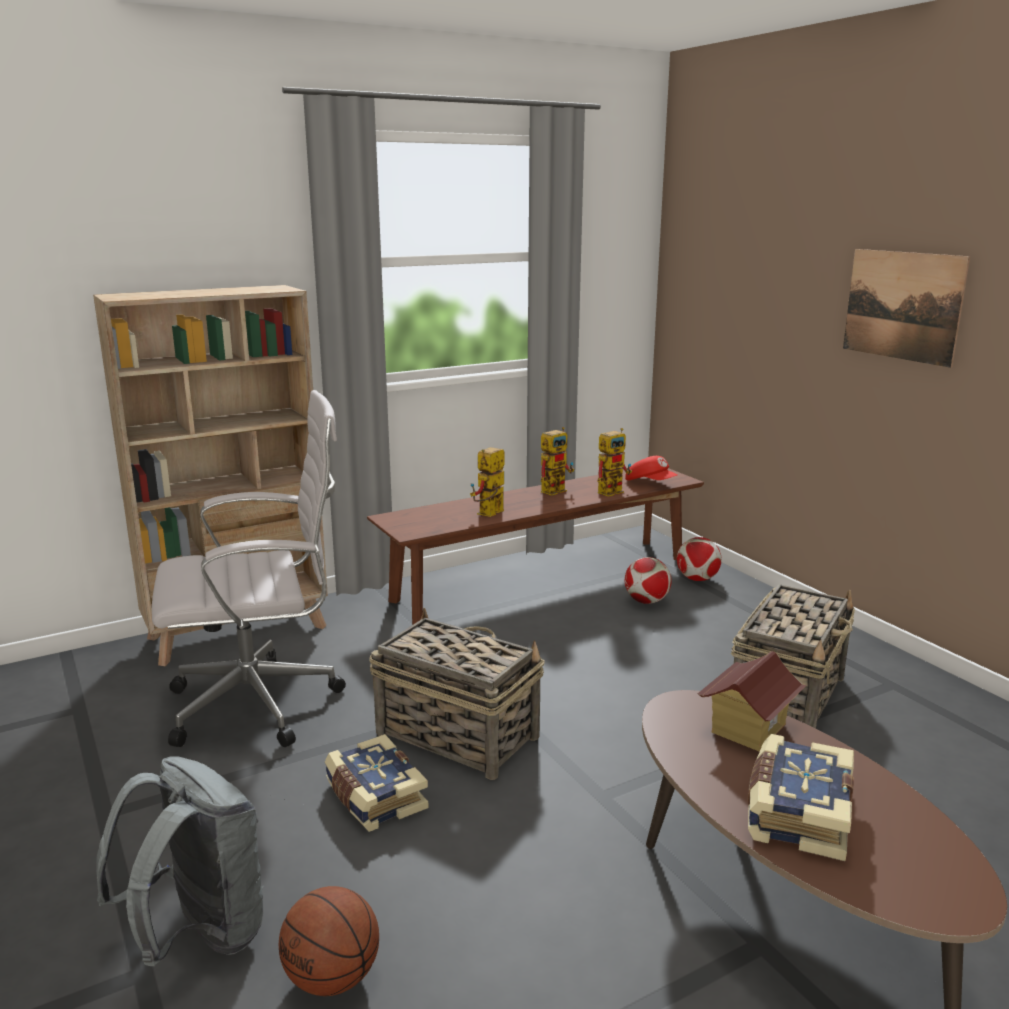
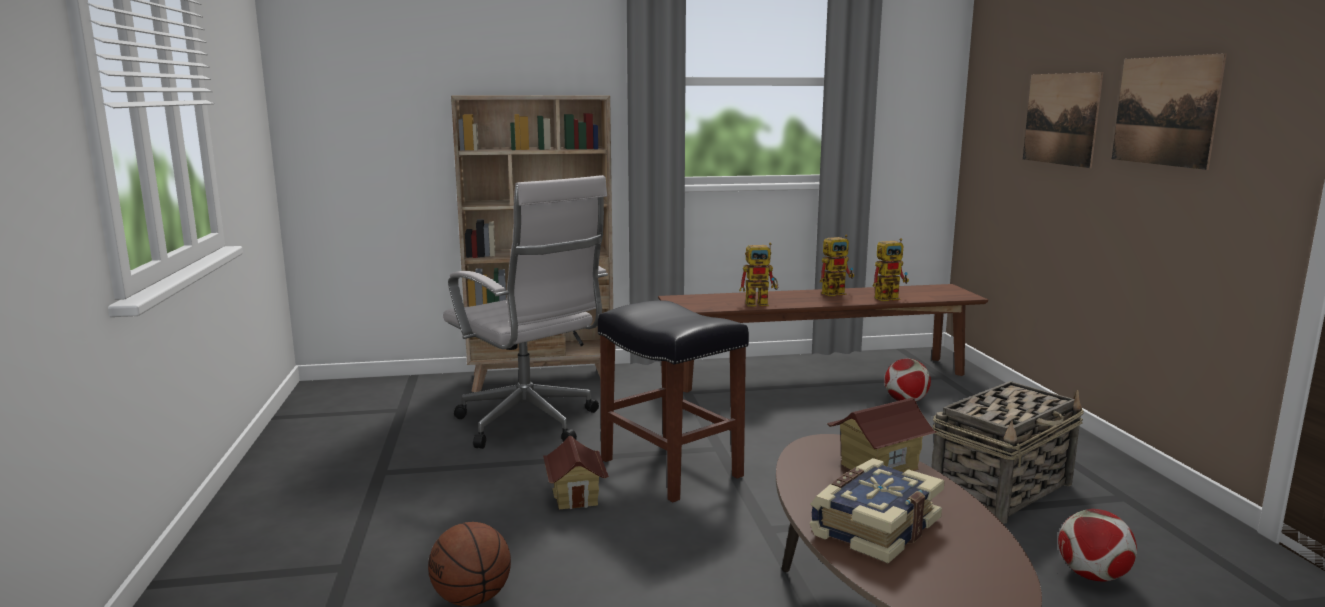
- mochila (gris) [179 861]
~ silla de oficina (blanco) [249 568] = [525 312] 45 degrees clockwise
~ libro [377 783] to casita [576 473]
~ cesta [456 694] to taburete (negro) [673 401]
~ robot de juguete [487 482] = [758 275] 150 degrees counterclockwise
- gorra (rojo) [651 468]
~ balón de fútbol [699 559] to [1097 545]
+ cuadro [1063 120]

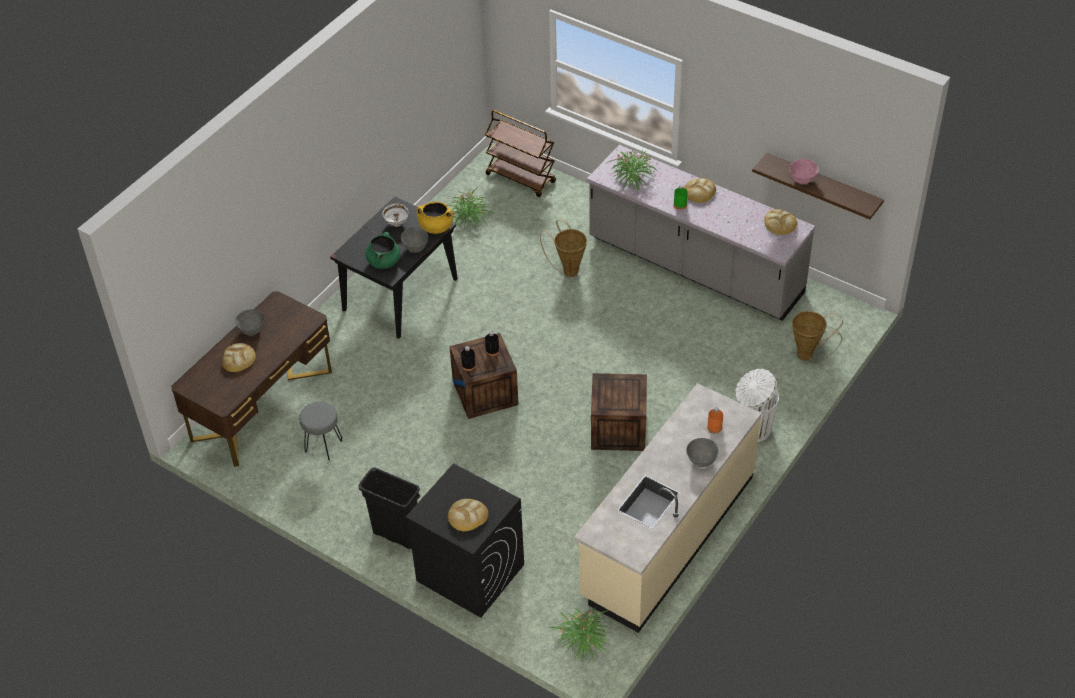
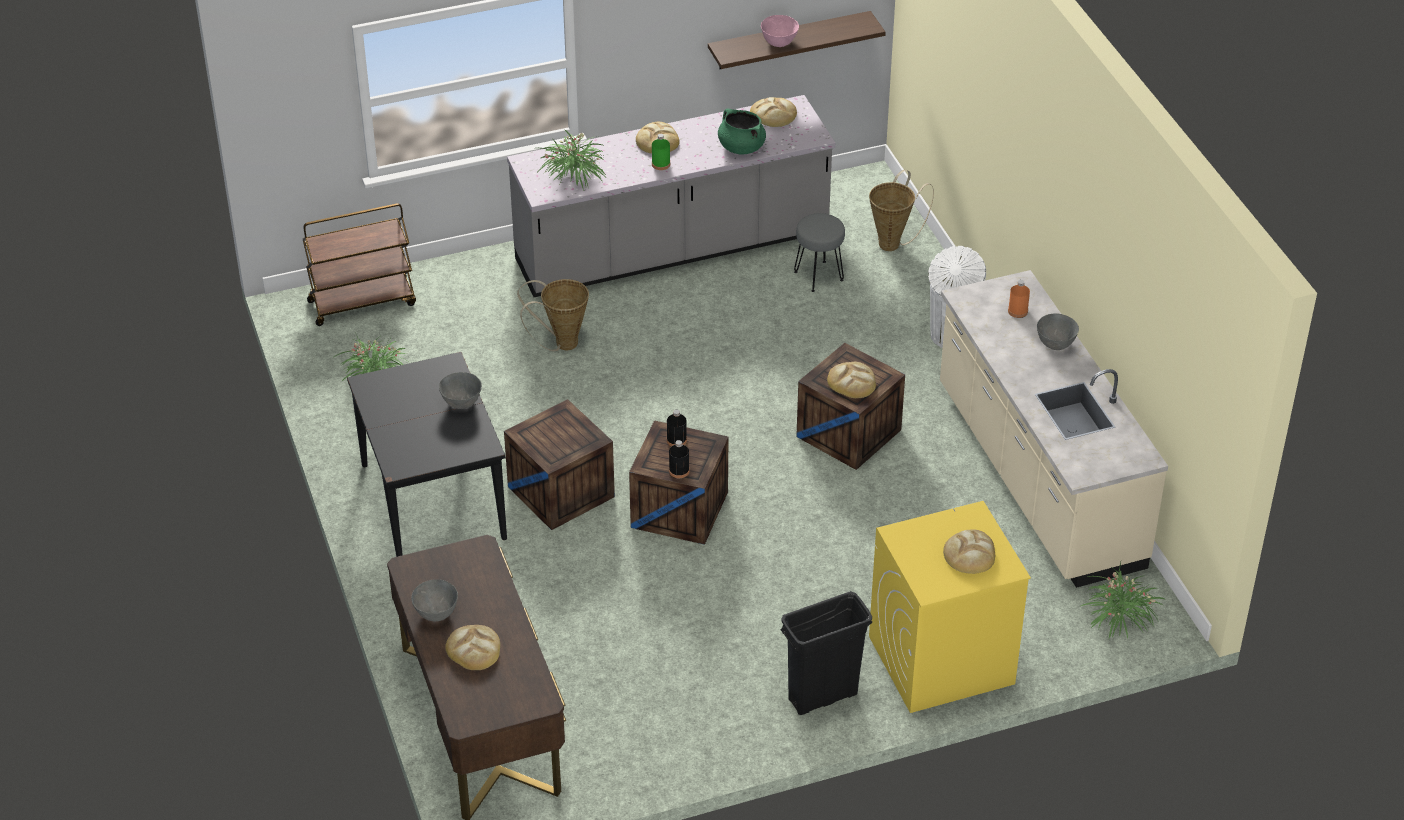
~ taburete (gris) [321 431] to [819 252]
~ olla (verde) [382 250] to [742 131]
- cuenco (blanco) [395 215]
~ lavadora (negro) [465 540] to lavadora (amarillo) [950 607]
- olla (amarillo) [434 218]
+ caja de embalaje [559 464]
+ pan [851 380]

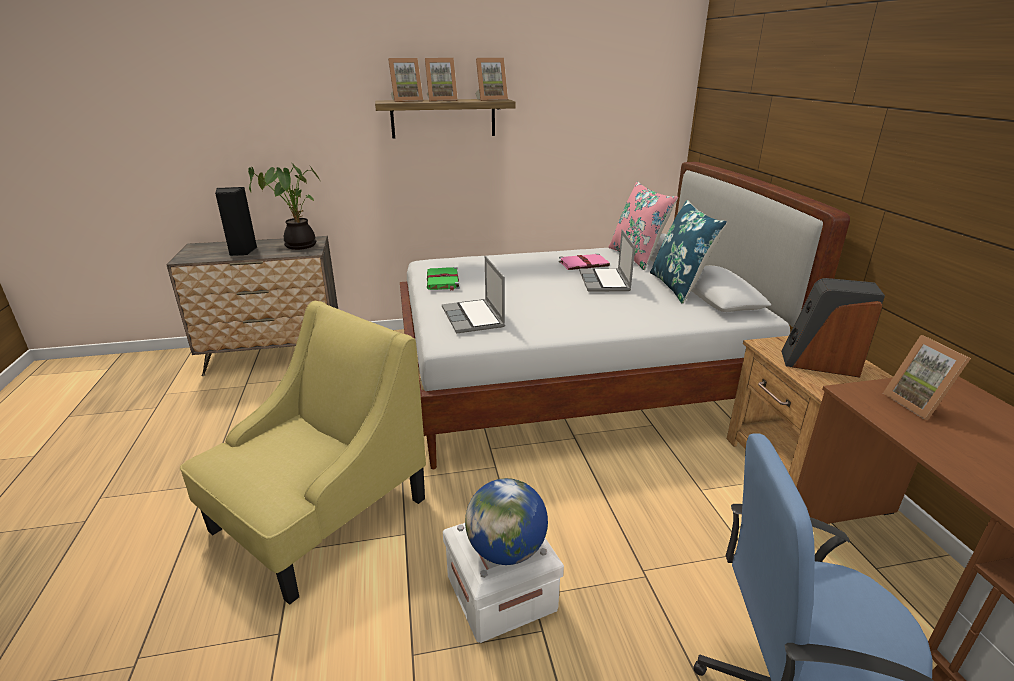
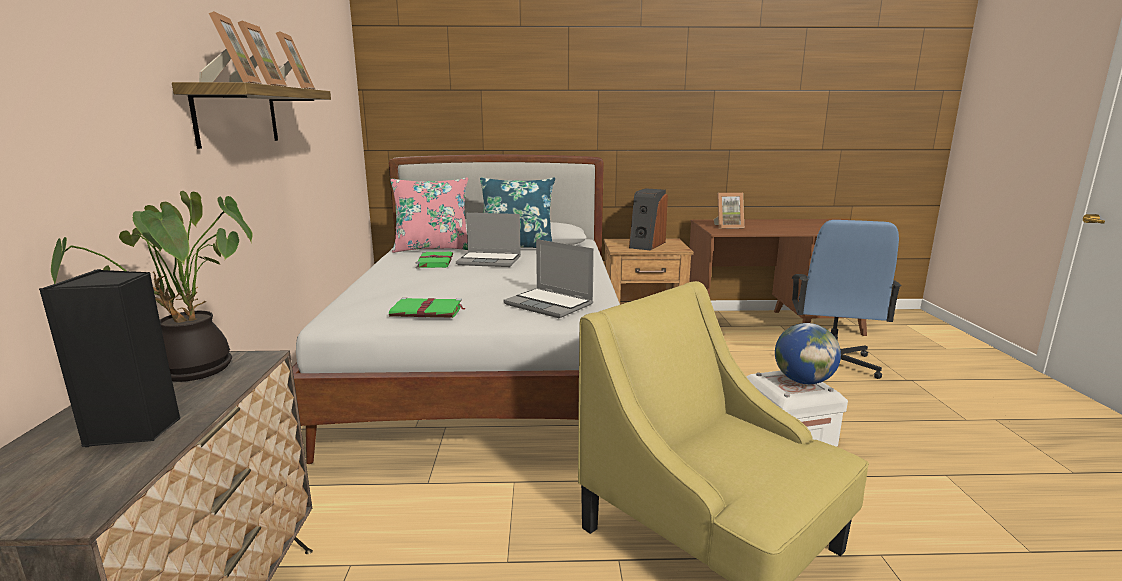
~ portátil [473 294] = [548 278] 45 degrees clockwise
~ libro (rosa) [584 261] to libro (verde) [434 259]

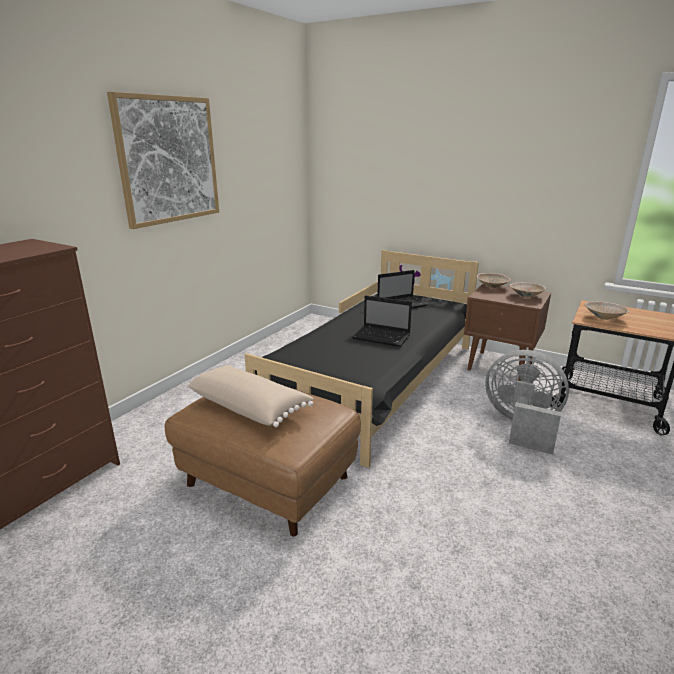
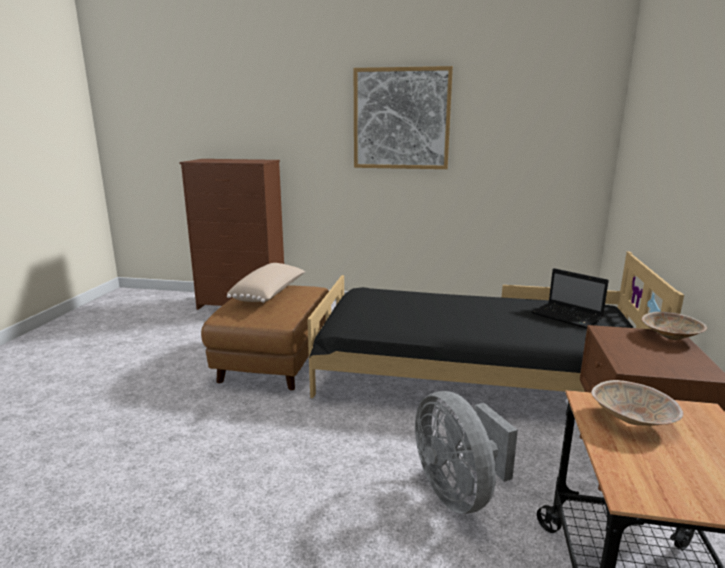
- portátil [382 321]
~ ventilador (gris) [527 402] = [466 452] 150 degrees clockwise
- cuenco (beis) [527 290]

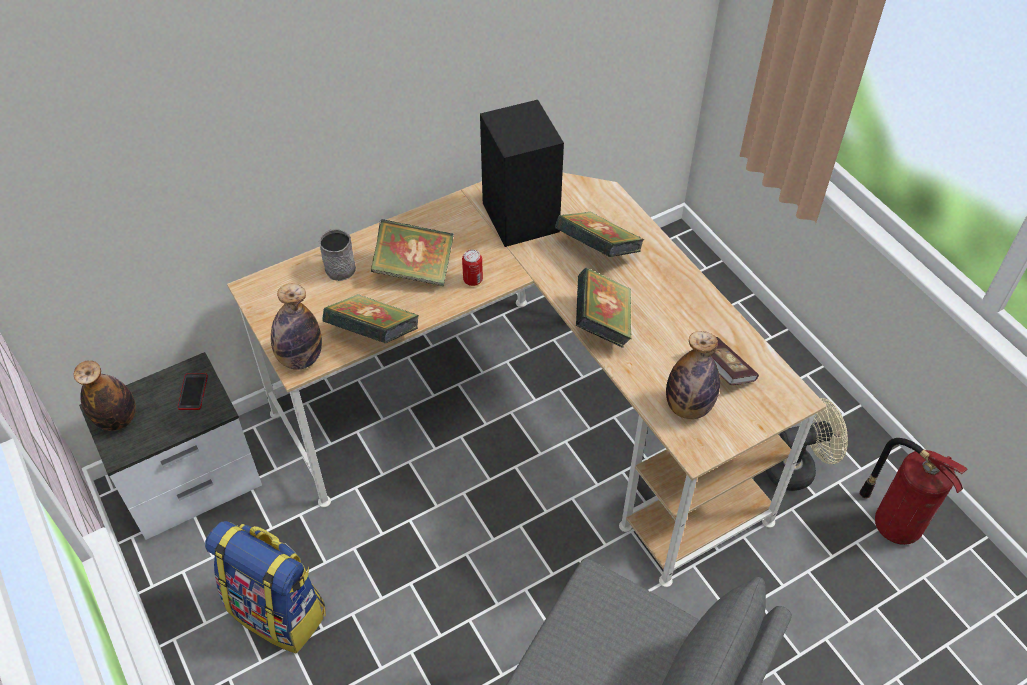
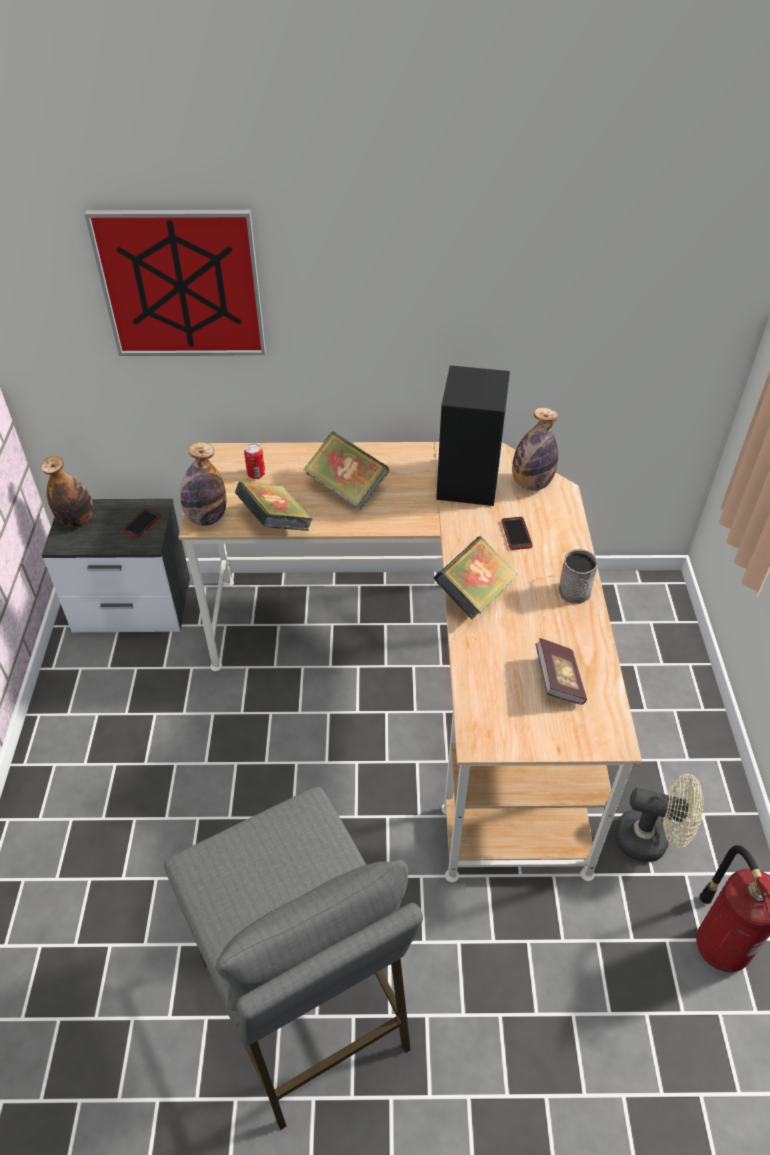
- mochila [265 587]
~ taza grande (gris) [337 255] to [578 576]
~ lata [472 267] to [254 461]
~ libro [599 234] to móvil [517 533]
~ botella [693 375] to [535 449]
+ cuadro [175 283]

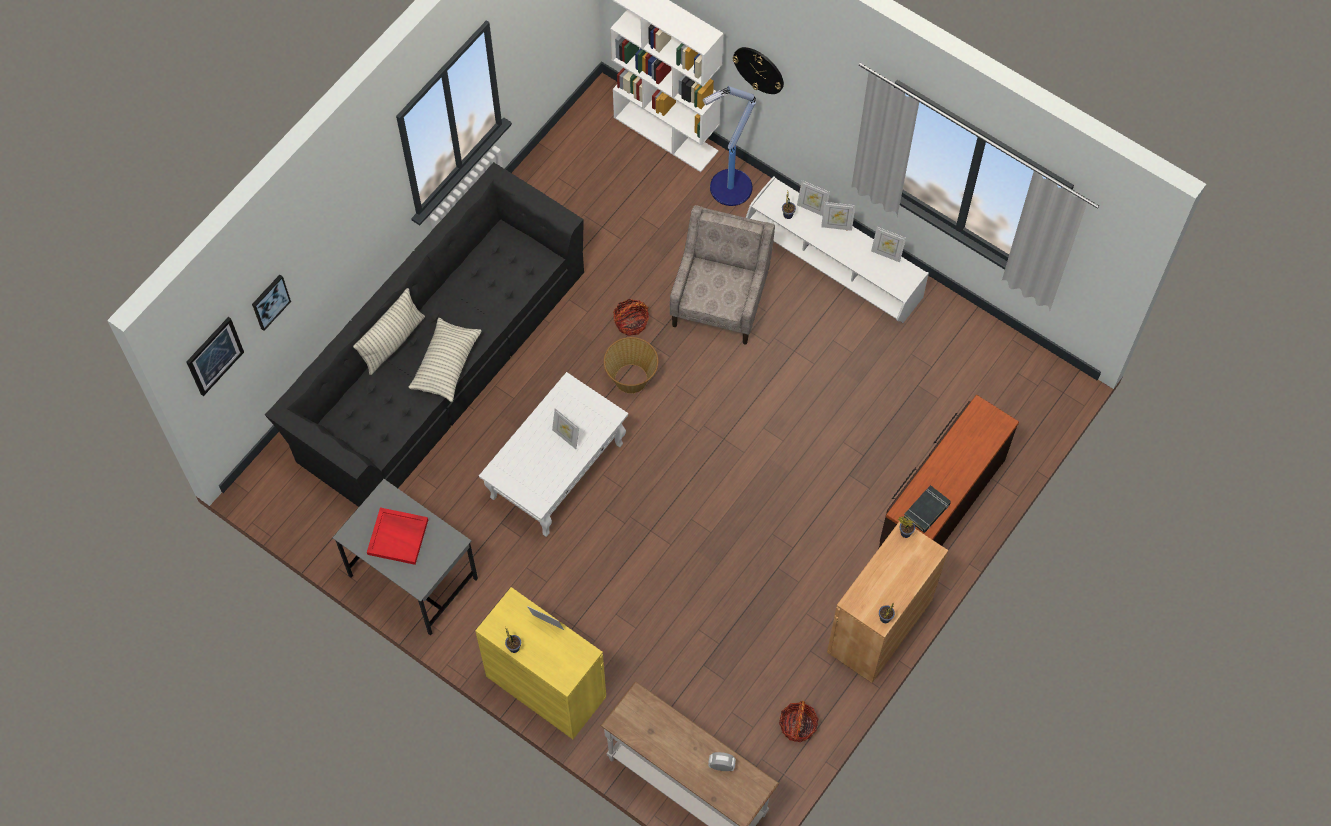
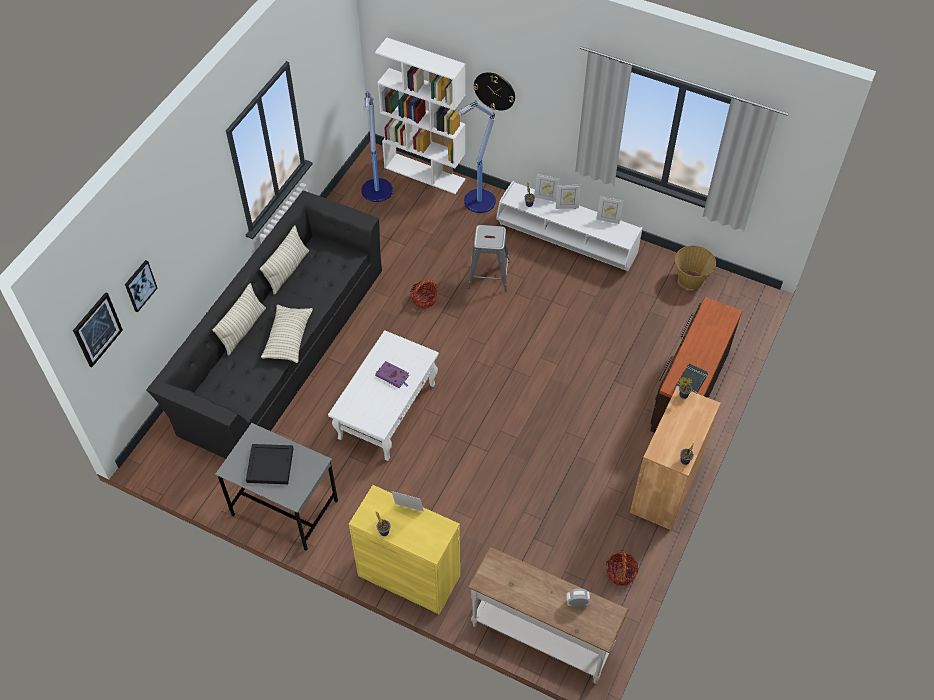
~ bandeja (rojo) [397 536] to bandeja (negro) [270 464]
~ portarretratos [565 428] to libro (morado) [392 374]
~ cesta [631 365] to [695 267]
~ sillón (beis) [722 275] to taburete (gris) [489 258]
+ cojín [284 260]
+ lámpara de pie [377 146]

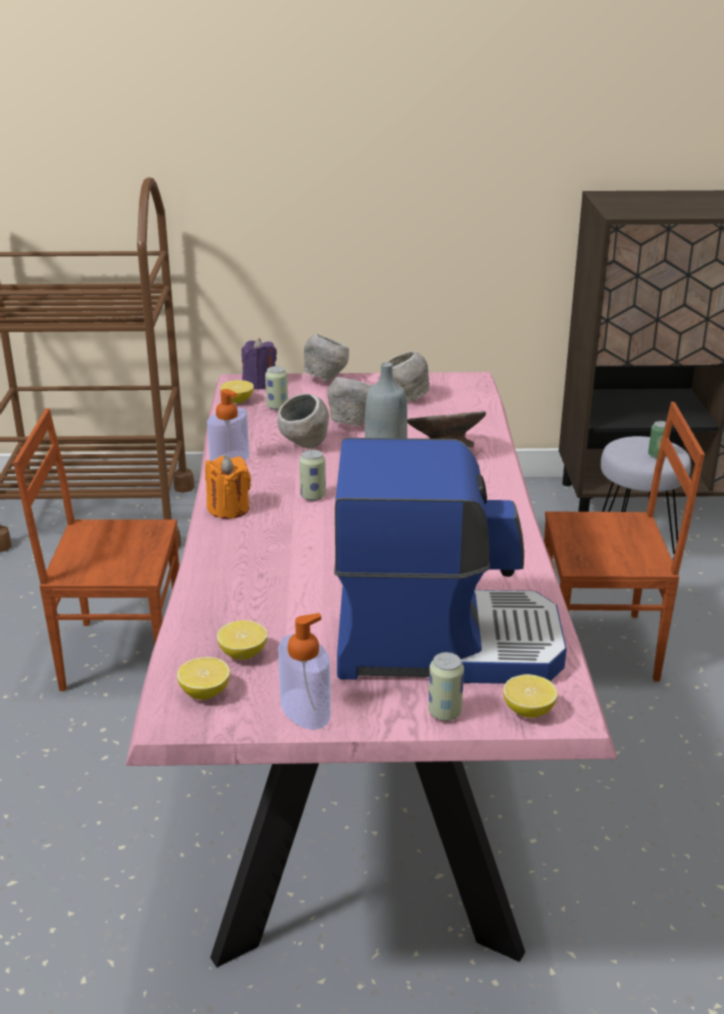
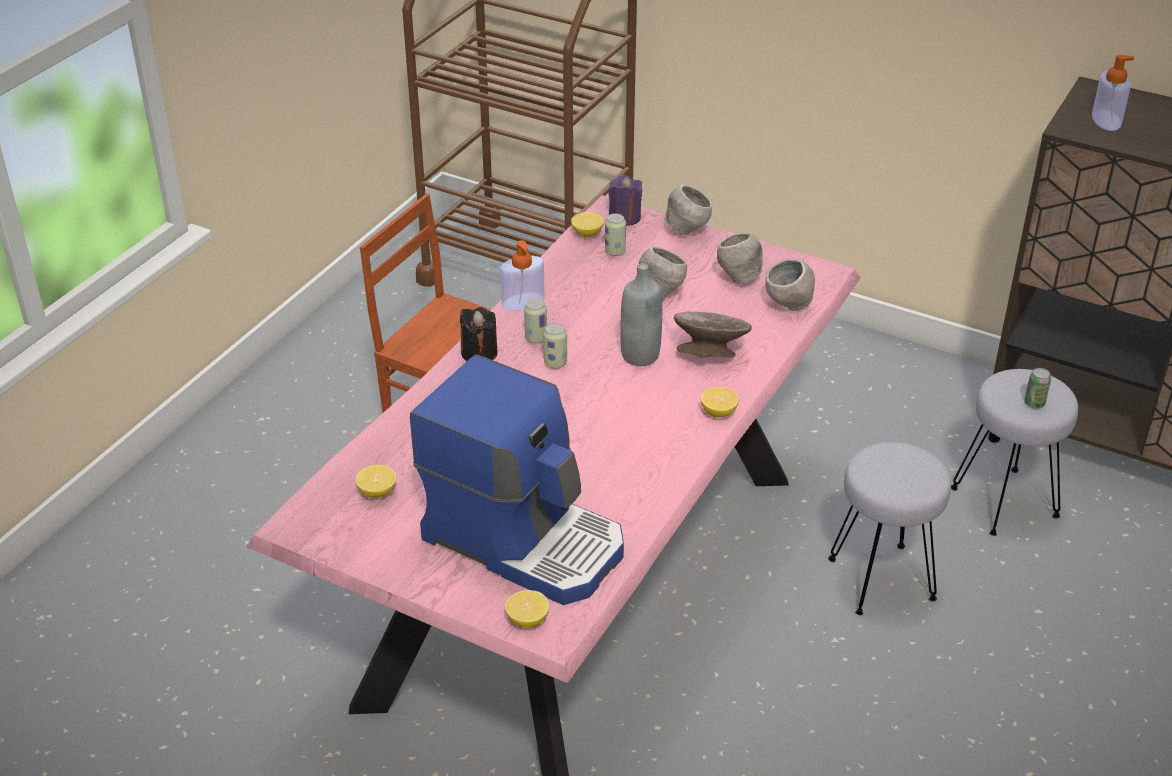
~ limón [203 678] to [720 402]
~ vela (naranja) [228 487] to vela (negro) [479 334]
~ cuenco (gris) [303 421] to [790 285]
~ dispensador de jabón [304 671] to [1113 93]
~ lata [446 686] to [535 320]
~ silla (marrón) [624 542] to taburete (gris) [889 528]

